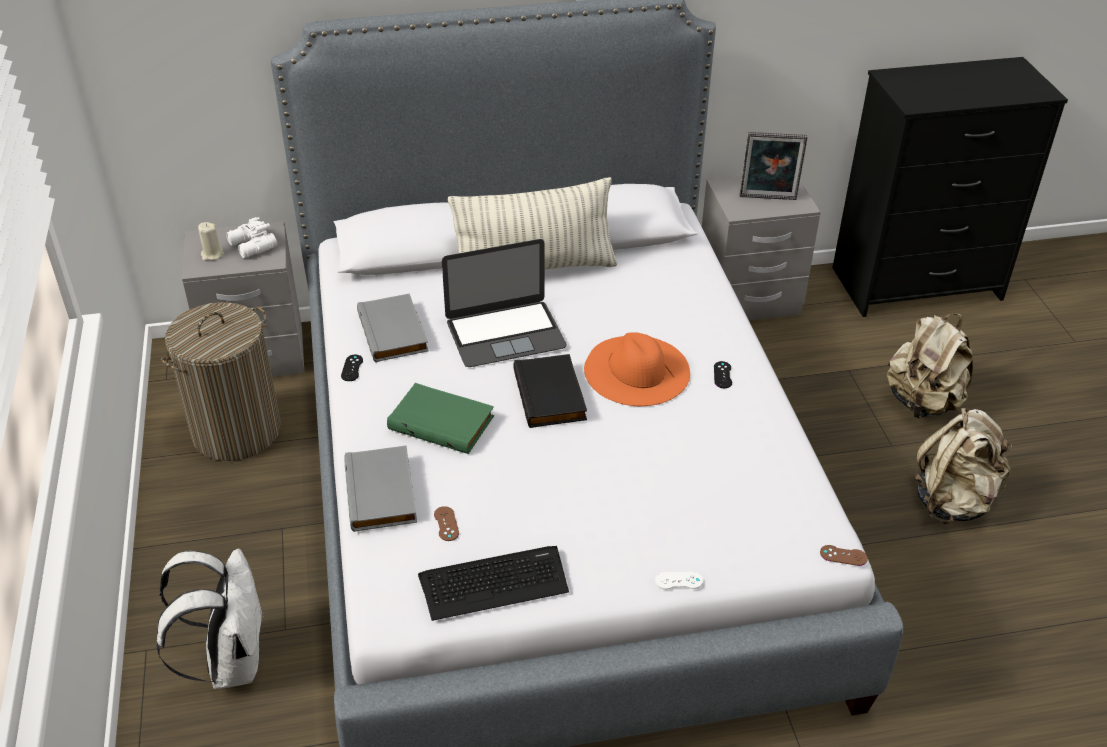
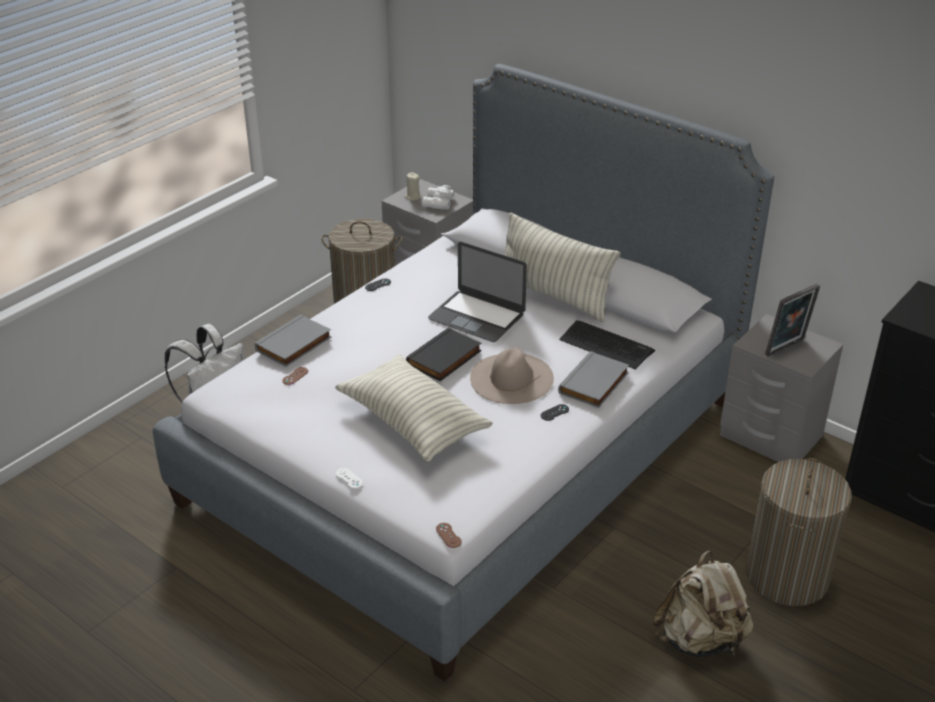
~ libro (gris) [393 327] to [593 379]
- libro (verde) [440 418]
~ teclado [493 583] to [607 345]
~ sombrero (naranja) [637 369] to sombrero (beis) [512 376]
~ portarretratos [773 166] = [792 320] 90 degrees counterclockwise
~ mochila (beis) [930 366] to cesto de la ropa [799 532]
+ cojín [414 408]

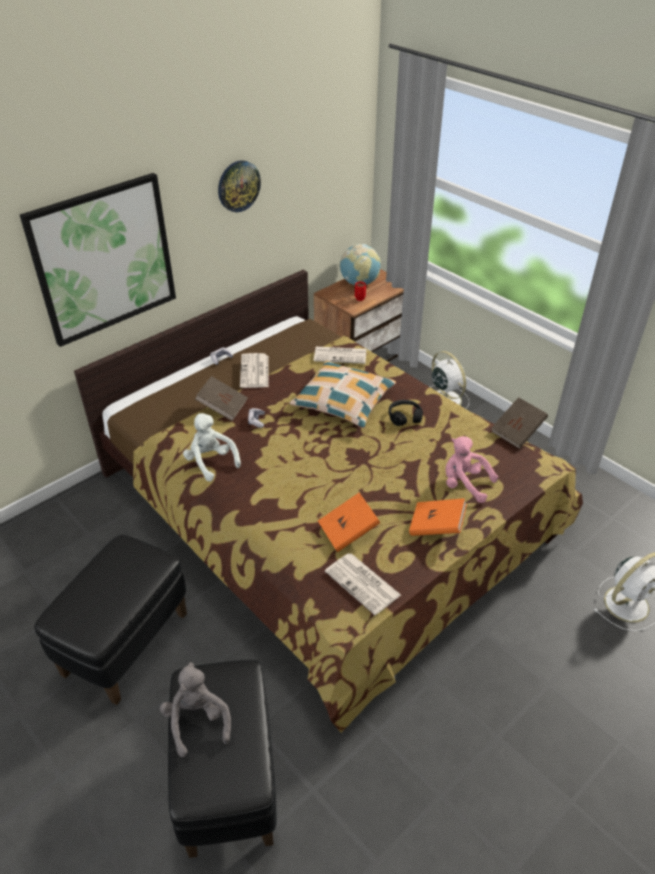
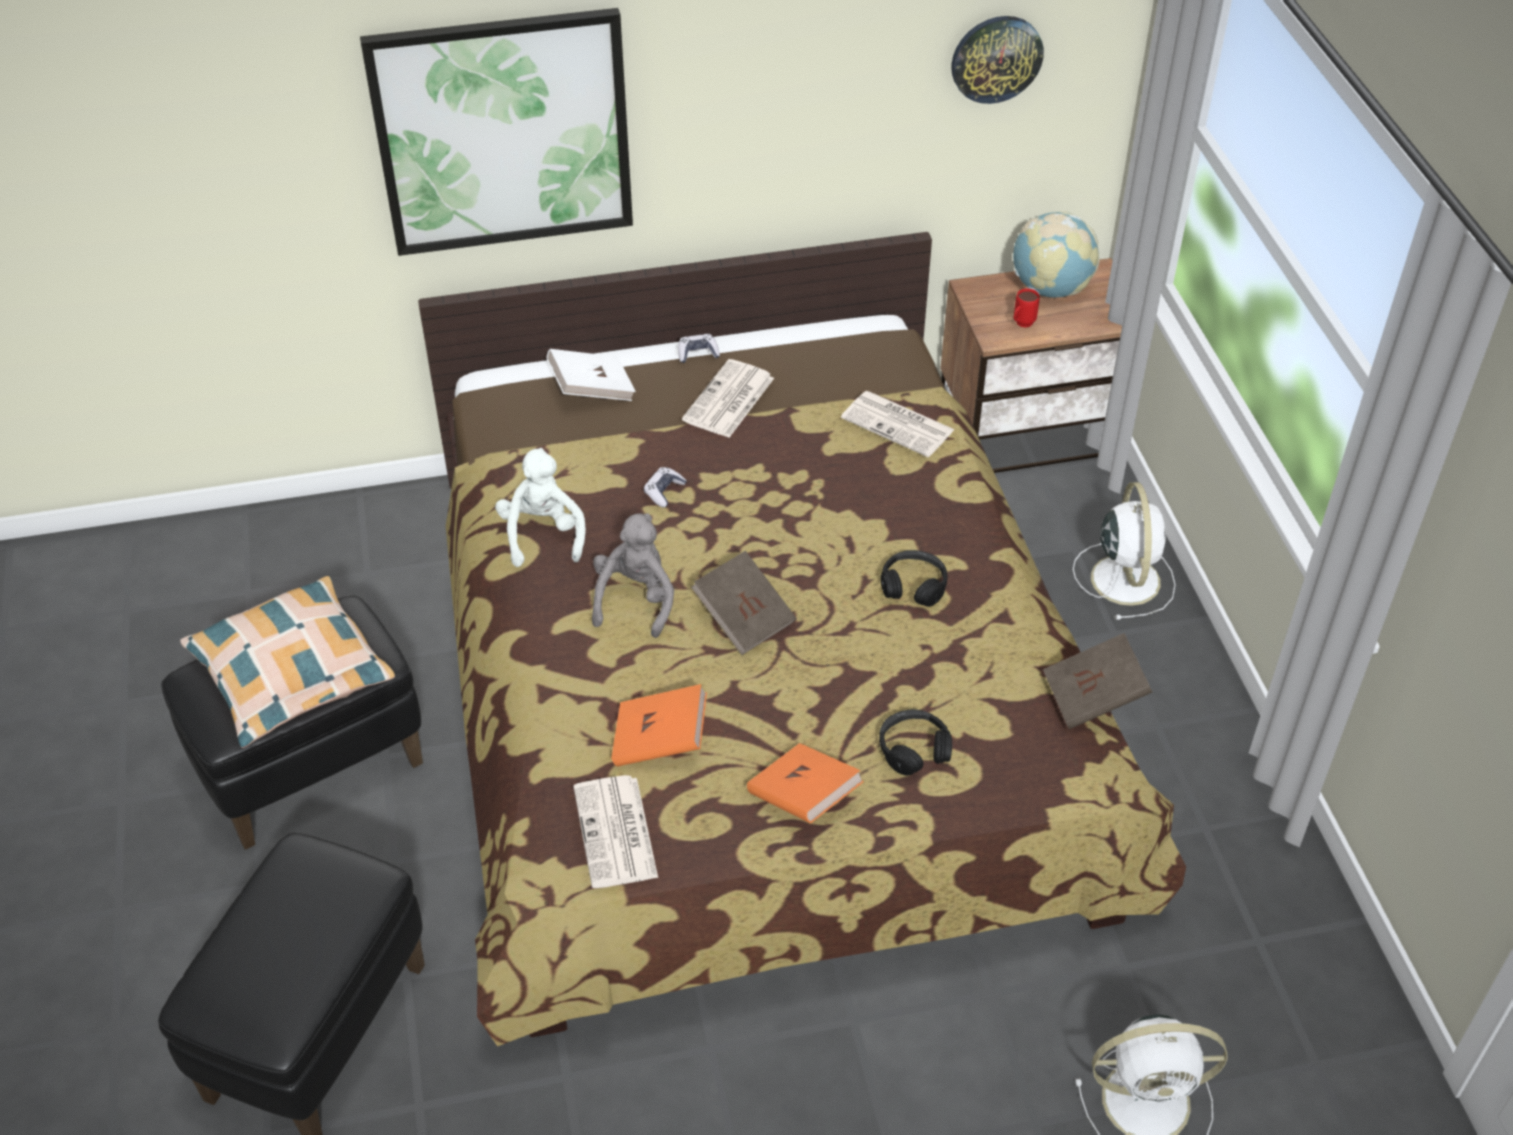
~ peluche (gris) [195 709] to [633 575]
~ libro (marrón) [221 398] to [743 603]
~ reloj de pared [239 186] to [997 60]
~ cojín [343 394] to [287 662]
~ peluche (rosa) [472 469] to auriculares (negro) [915 742]
+ libro (blanco) [591 375]

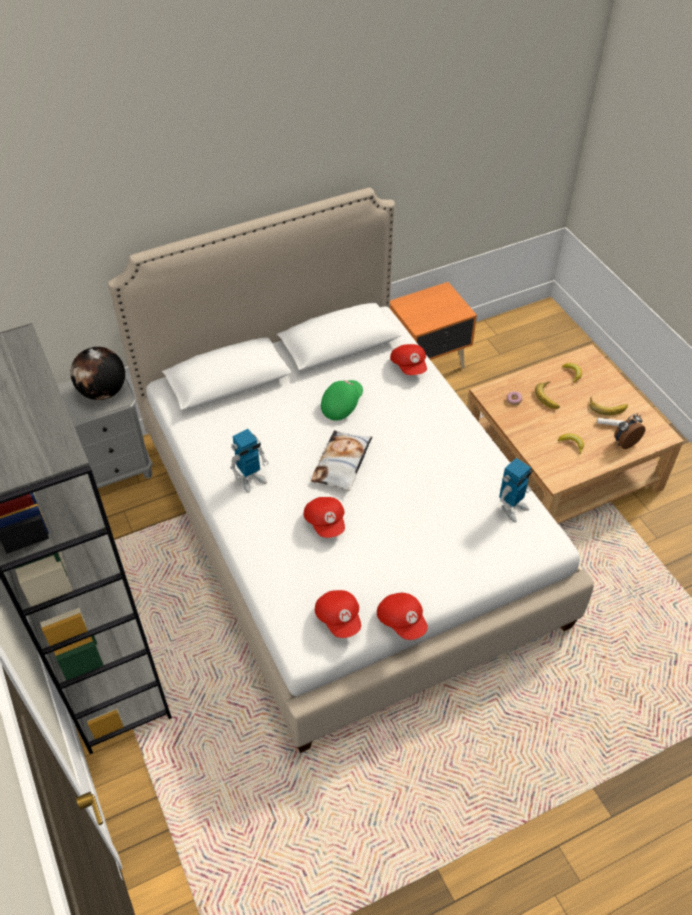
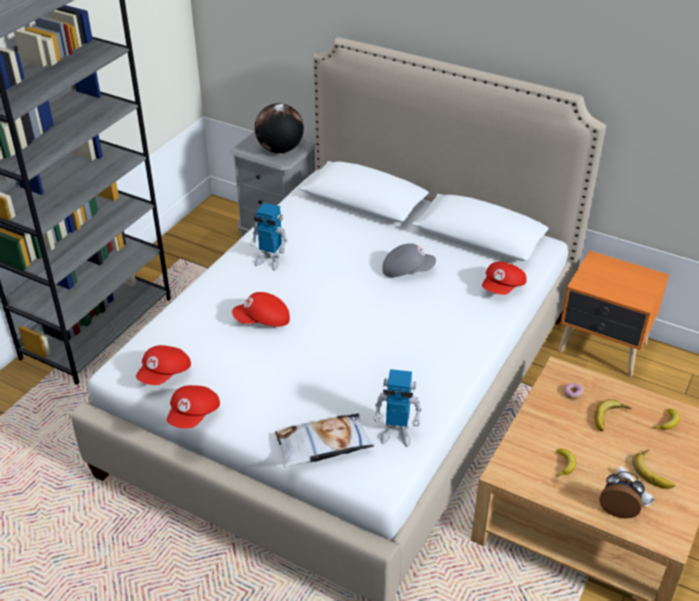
~ gorra (rojo) [324 517] = [261 309] 45 degrees clockwise
~ cojín [341 460] to [325 440]
~ gorra (verde) [342 400] to gorra (gris) [409 260]

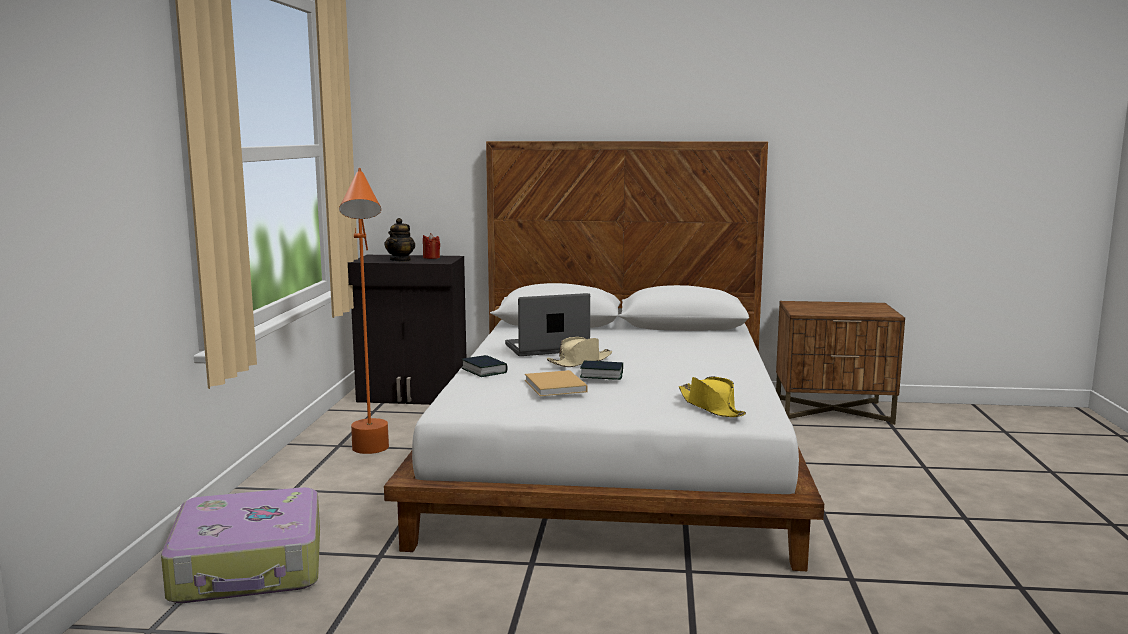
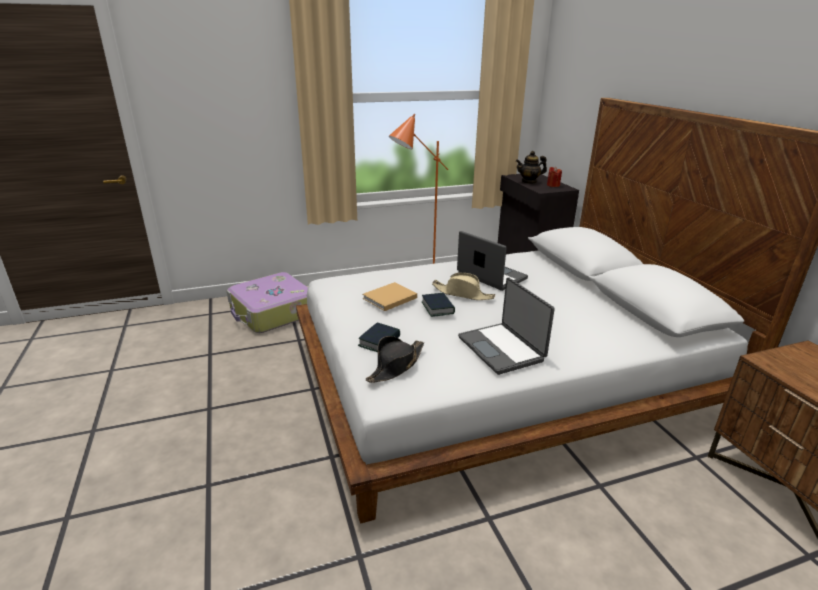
~ libro [484 366] to [379 337]
~ sombrero (amarillo) [712 397] to sombrero (negro) [395 359]
+ portátil [506 326]

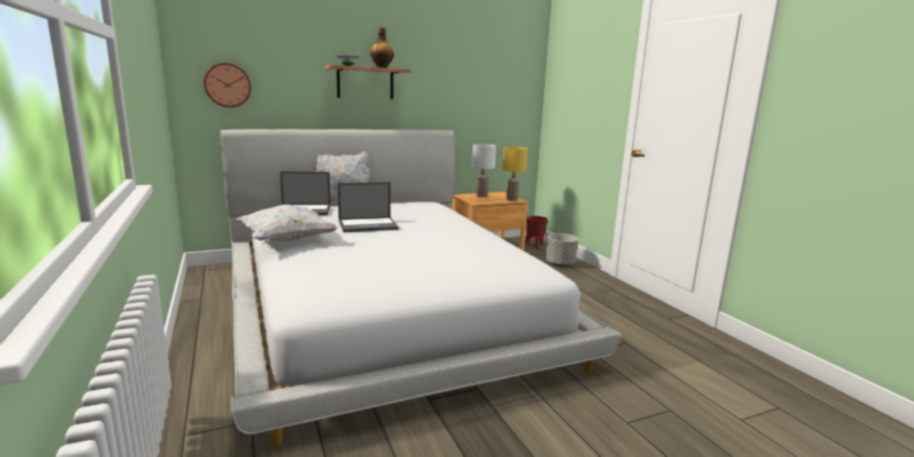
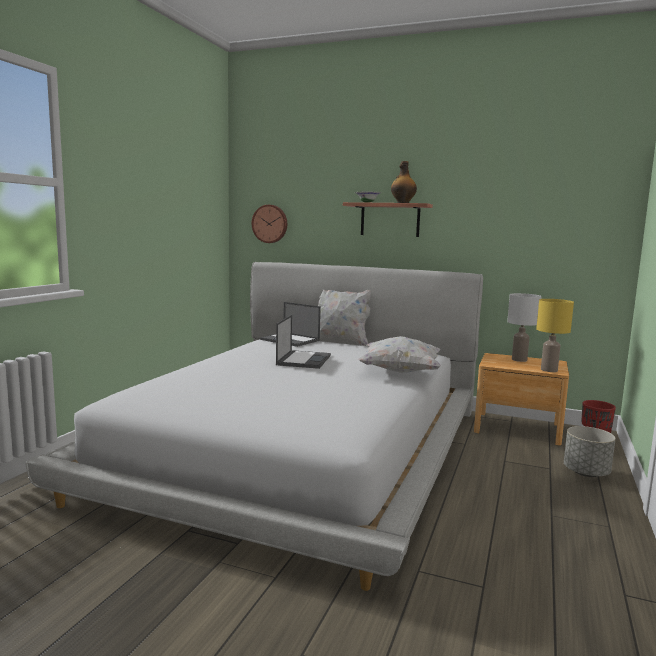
~ cojín (blanco) [287 223] to [399 354]
~ portátil [368 207] = [303 342] 105 degrees counterclockwise

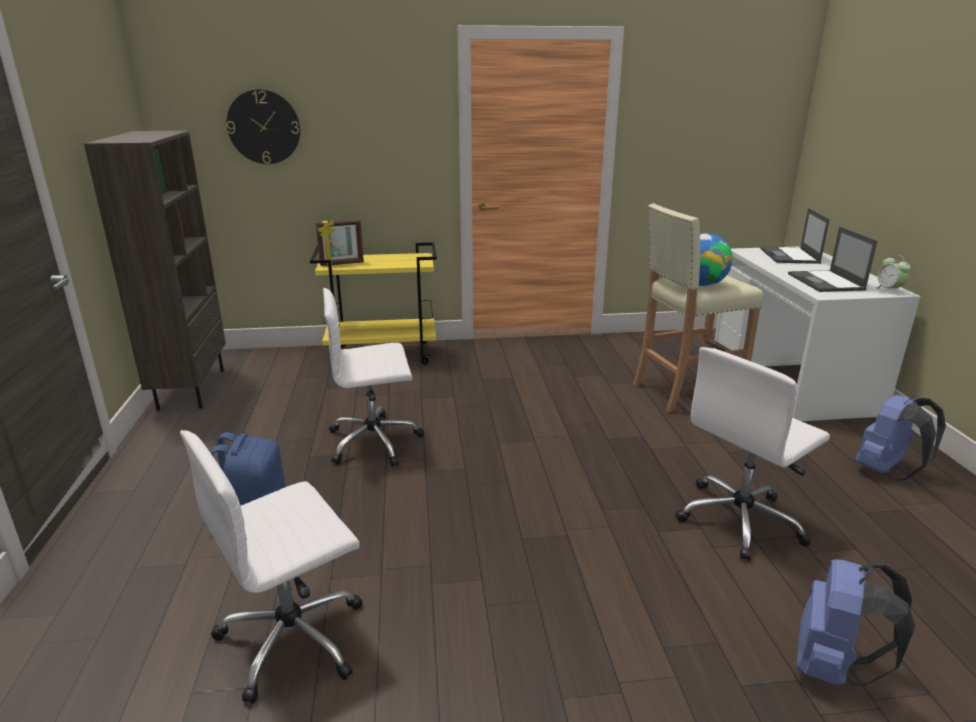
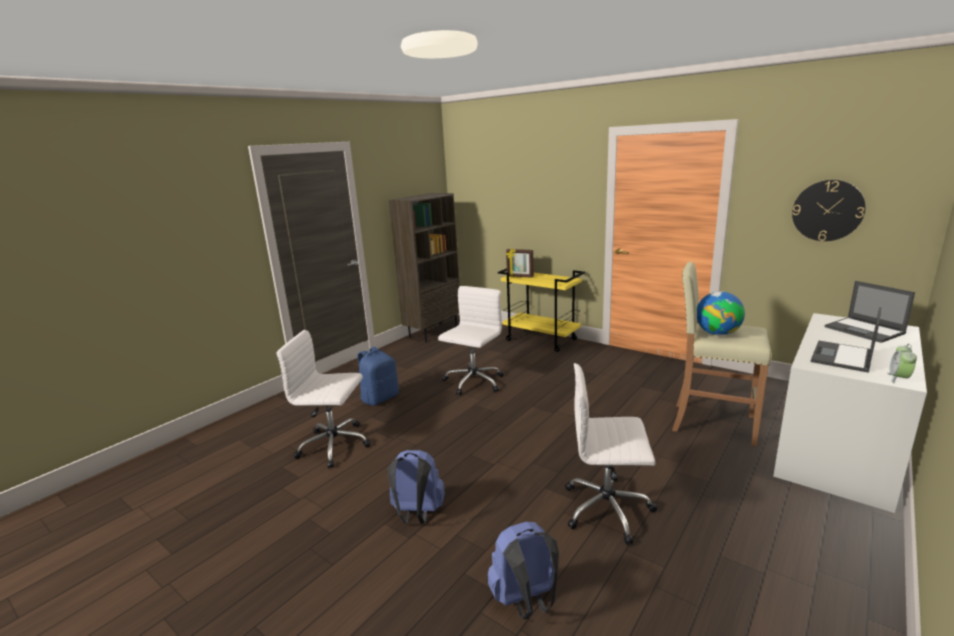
~ reloj de pared [263 126] to [828 210]
~ silla de oficina (blanco) [373 377] = [471 340] 90 degrees clockwise
~ portátil [795 236] = [870 312] 75 degrees counterclockwise
~ mochila (azul) [900 438] to [416 487]

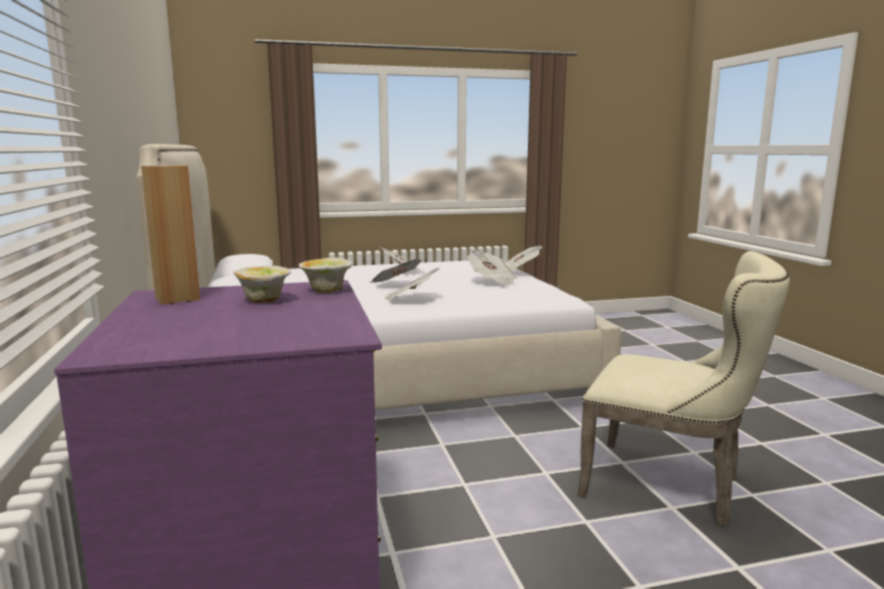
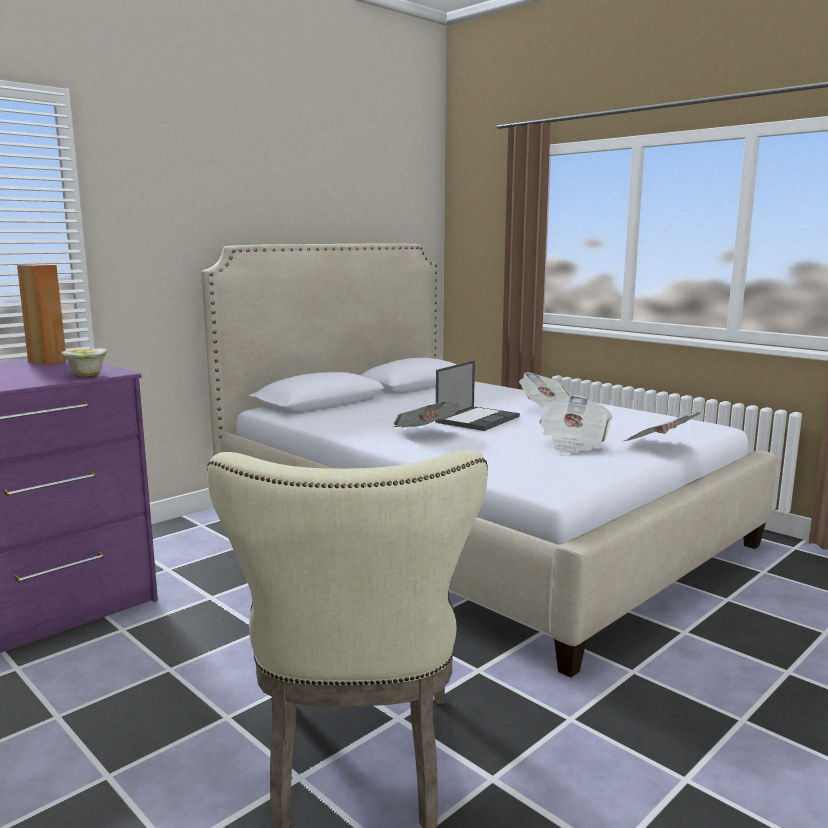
- cuenco [262 284]
~ periódico [396 271] to portátil [478 395]

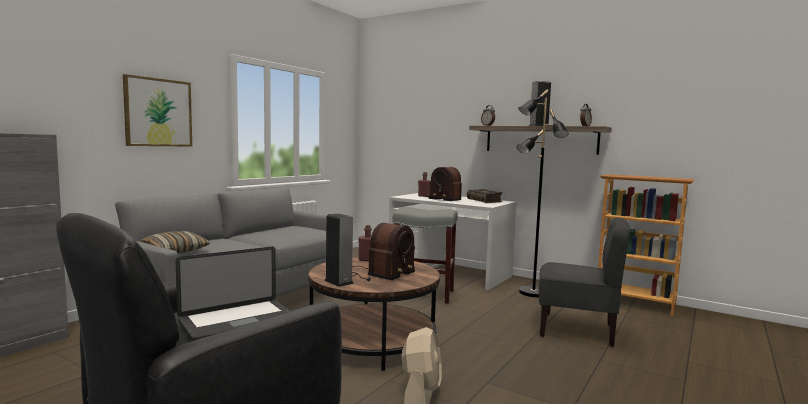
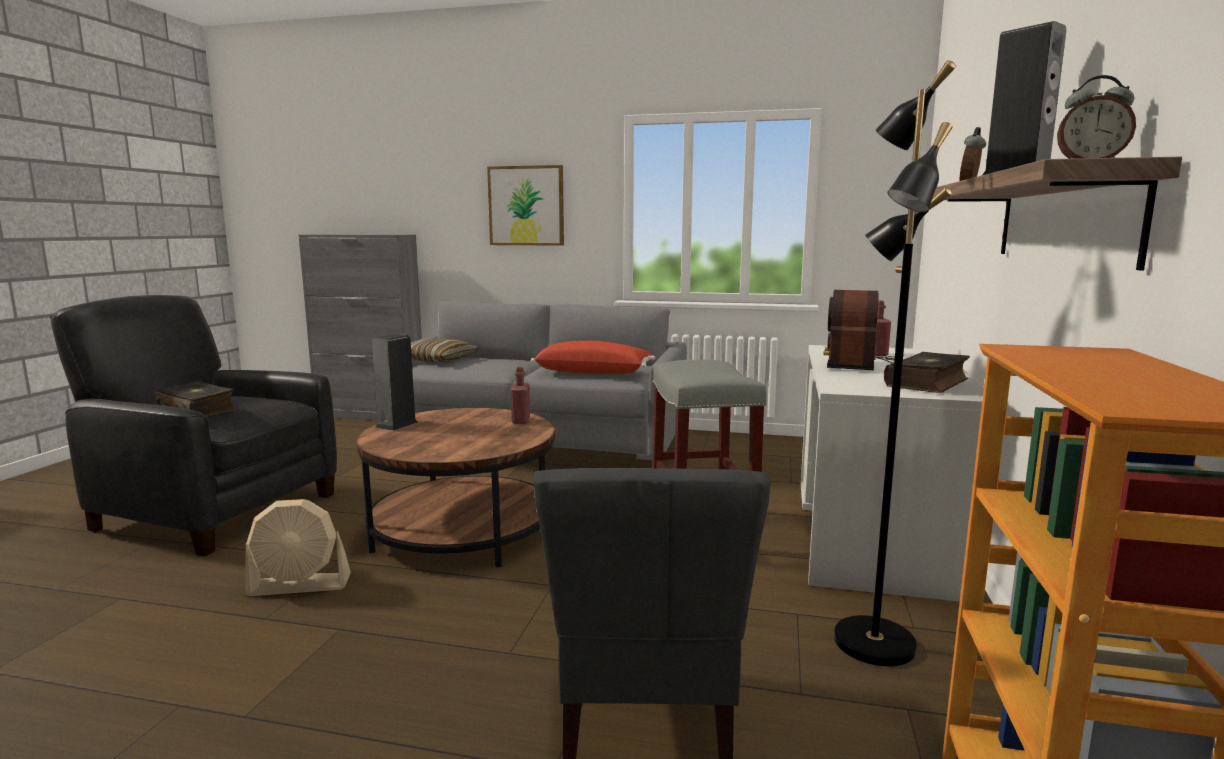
~ portátil [233 294] to libro [195 399]
- radio [383 252]
+ cojín (rojo) [593 357]

